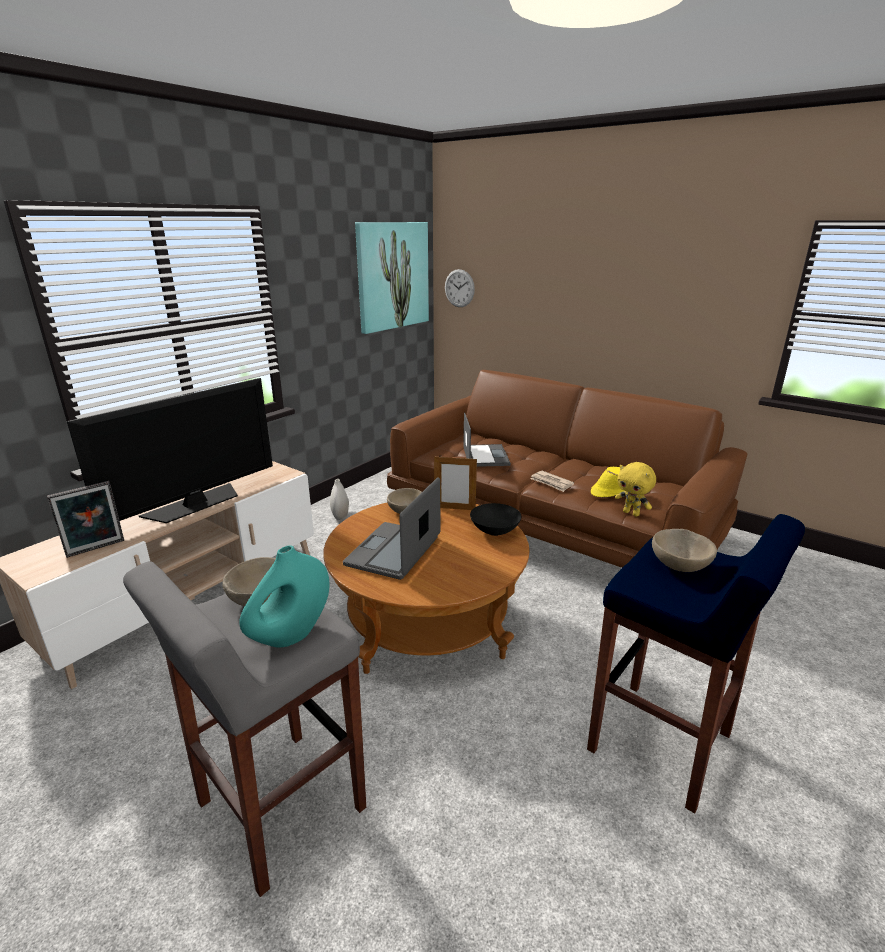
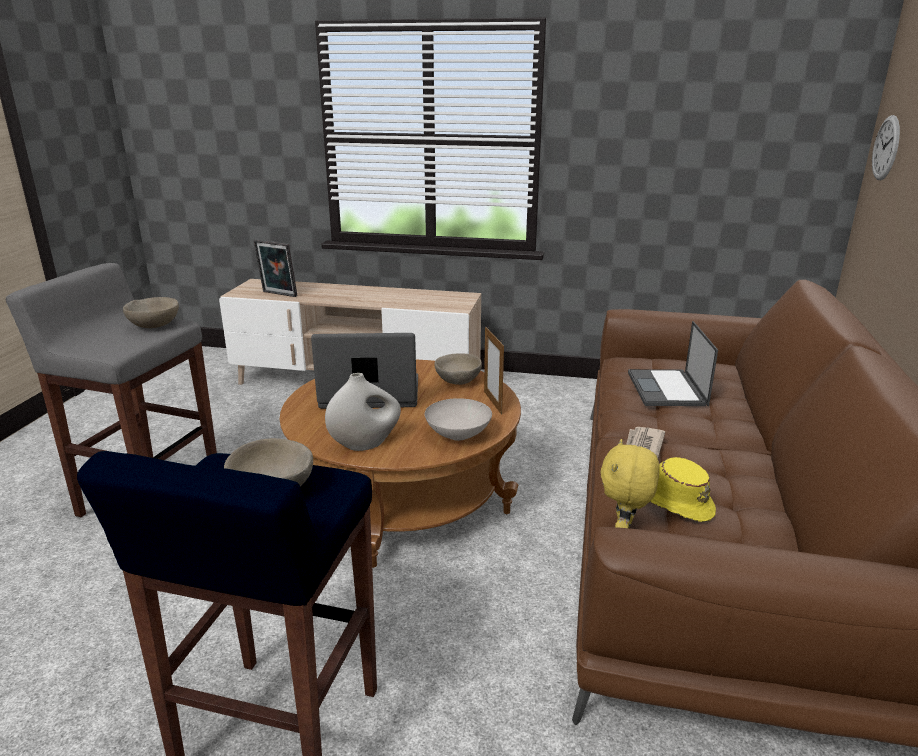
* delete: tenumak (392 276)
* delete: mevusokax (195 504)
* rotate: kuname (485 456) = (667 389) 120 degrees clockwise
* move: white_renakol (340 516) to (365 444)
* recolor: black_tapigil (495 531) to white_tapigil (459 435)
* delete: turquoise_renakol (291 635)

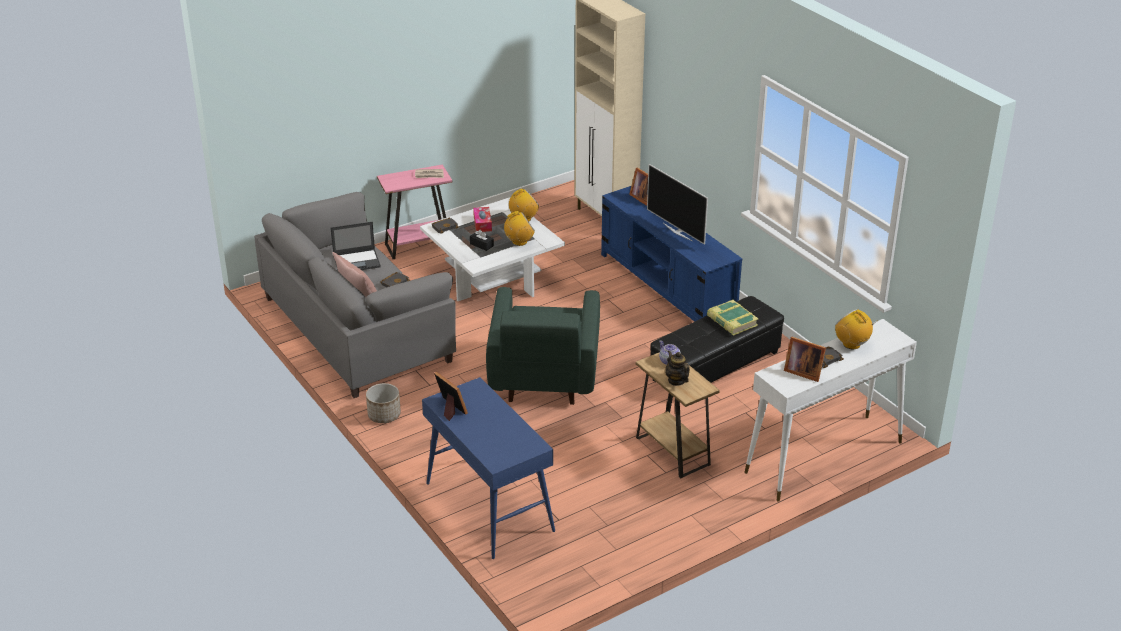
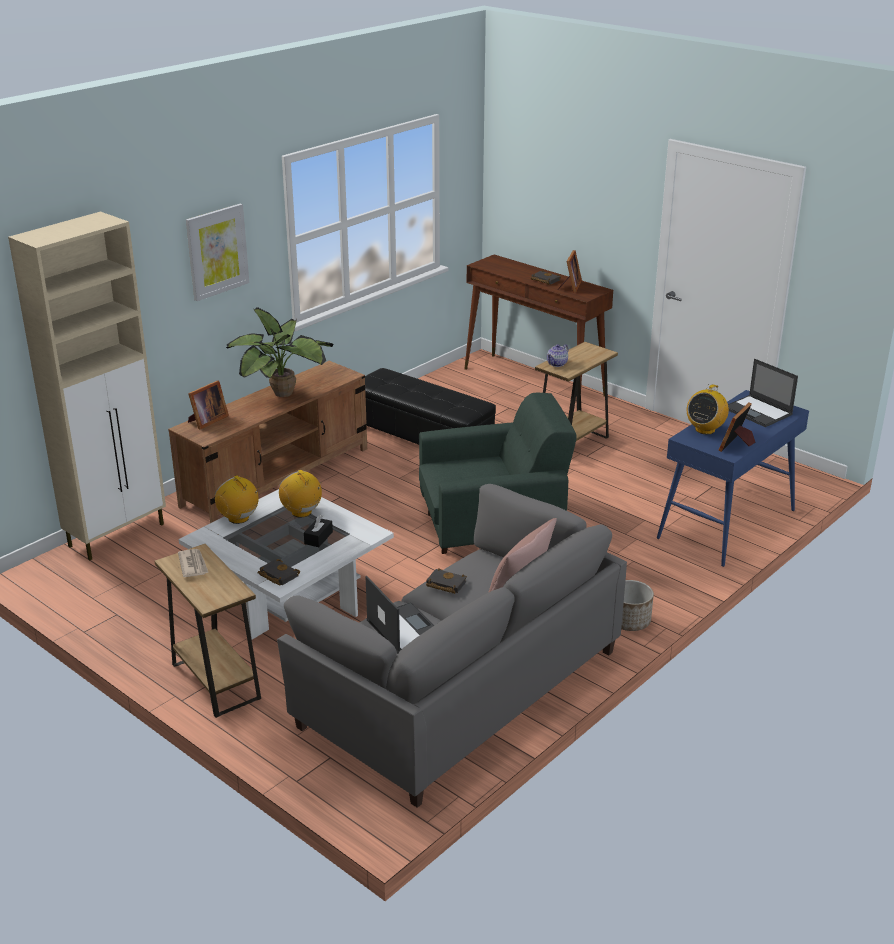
* replace: mevusokax (678 231) to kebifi (283 395)
* recolor: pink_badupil (418 246) to brown_badupil (216 681)
* recolor: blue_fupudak (667 286) to brown_fupudak (277 477)
* delete: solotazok (482 223)
* delete: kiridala (731 321)
* move: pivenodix (852 344) to (705 429)
* recolor: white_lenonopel (823 457) to brown_lenonopel (534 382)
* delete: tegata (676 380)
* insert: tenumak (217 251)
* insert: kuname (758 412)

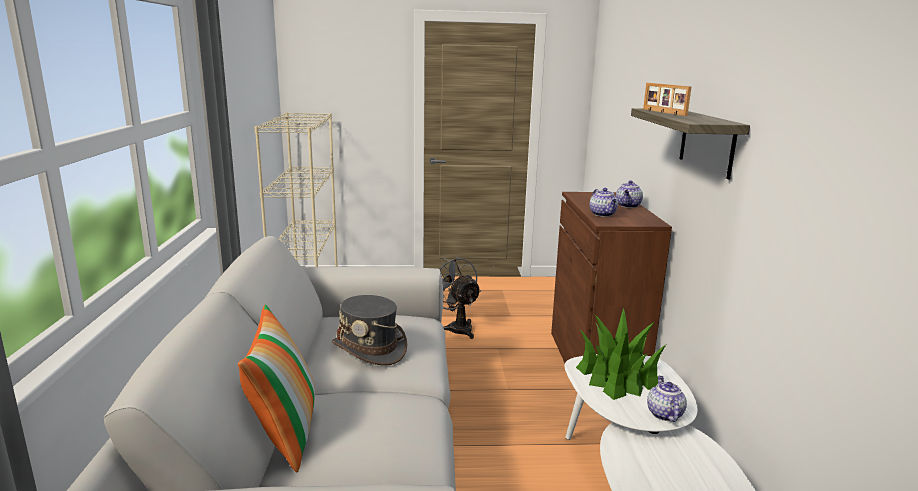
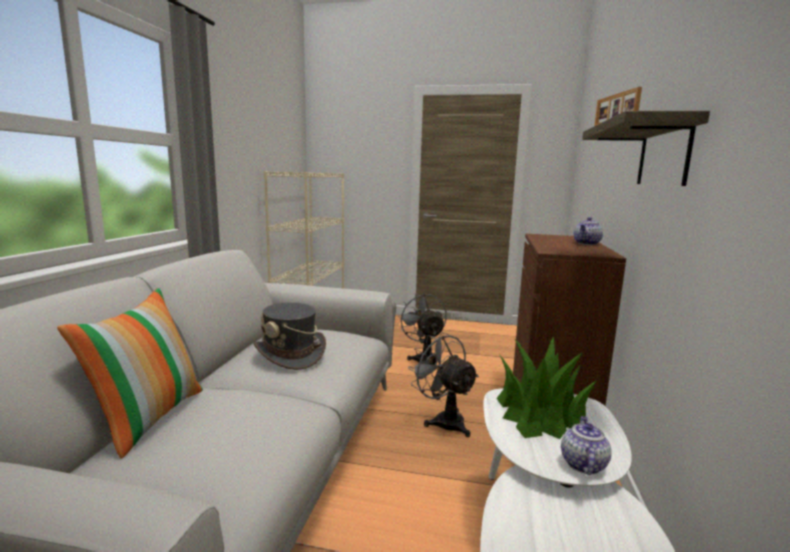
* delete: tegata (603 214)
* insert: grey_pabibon (443 420)

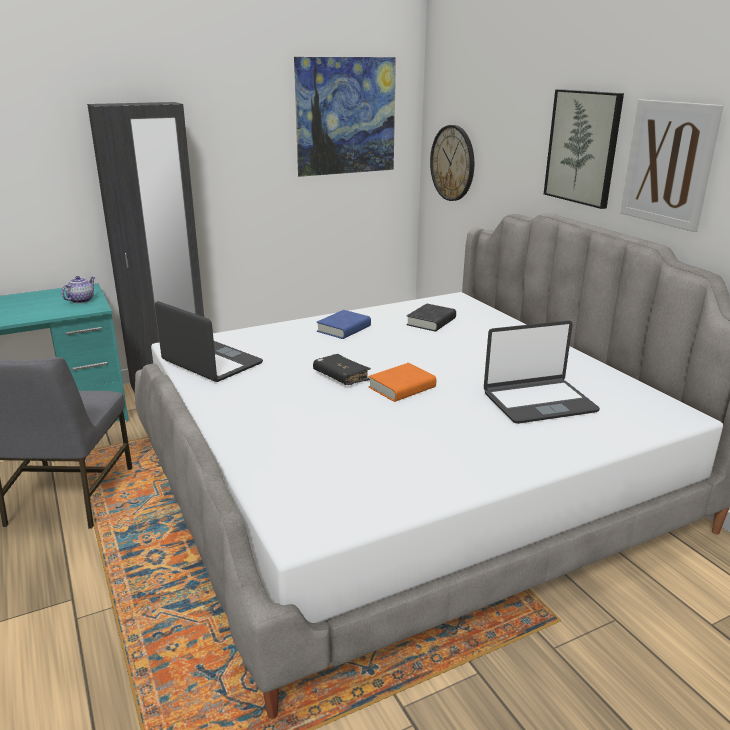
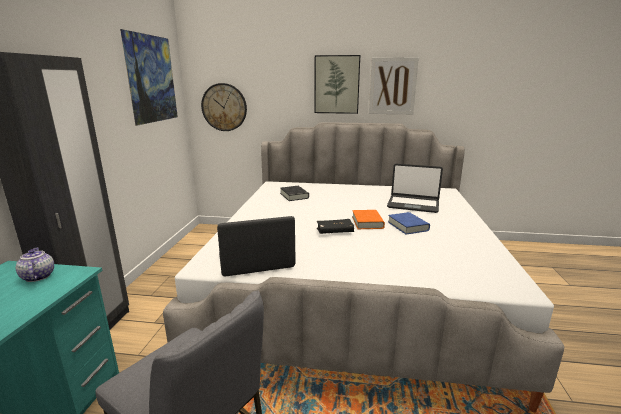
* move: blue_kiridala (344 329) to (408 226)
* rotate: kuname (538 402) = (413 204) 90 degrees clockwise

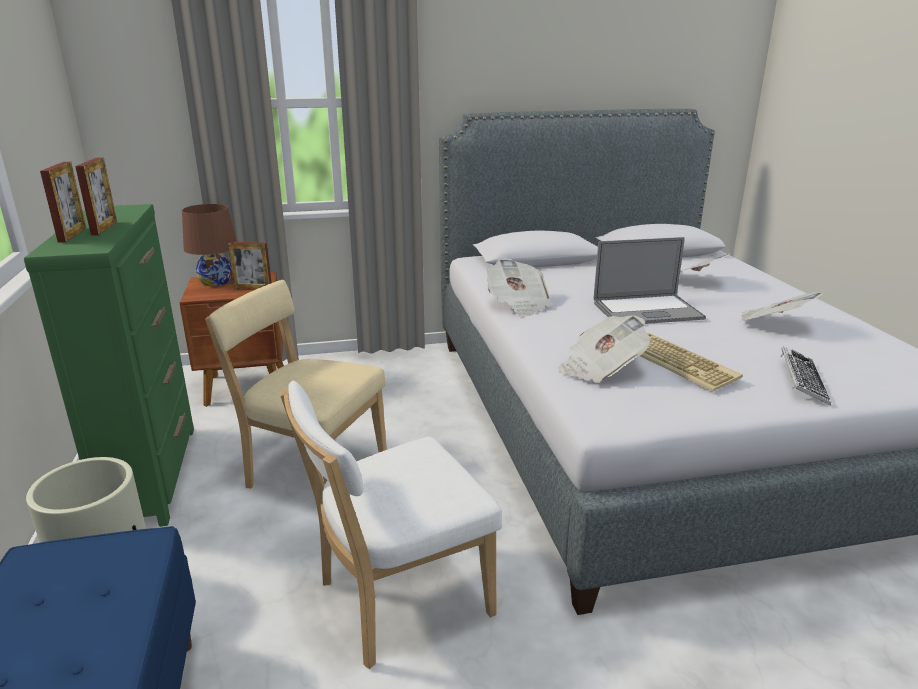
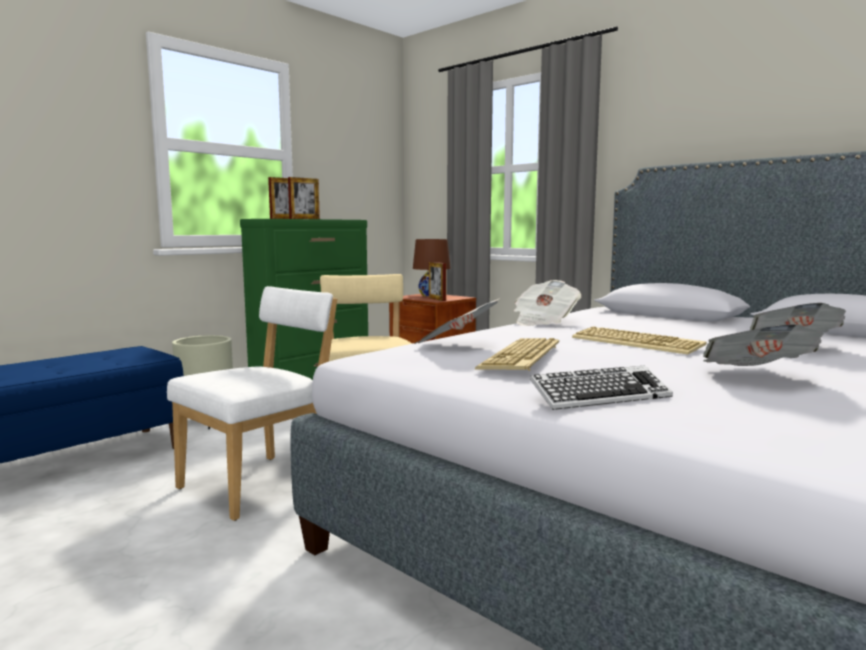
* replace: kuname (647 311) to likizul (638 342)
* rotate: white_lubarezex (397 601) = (261 483) 105 degrees clockwise

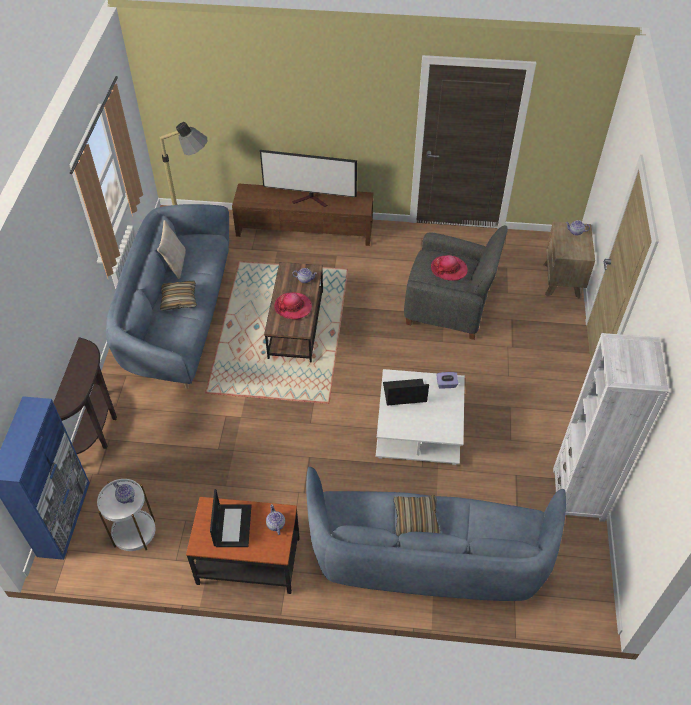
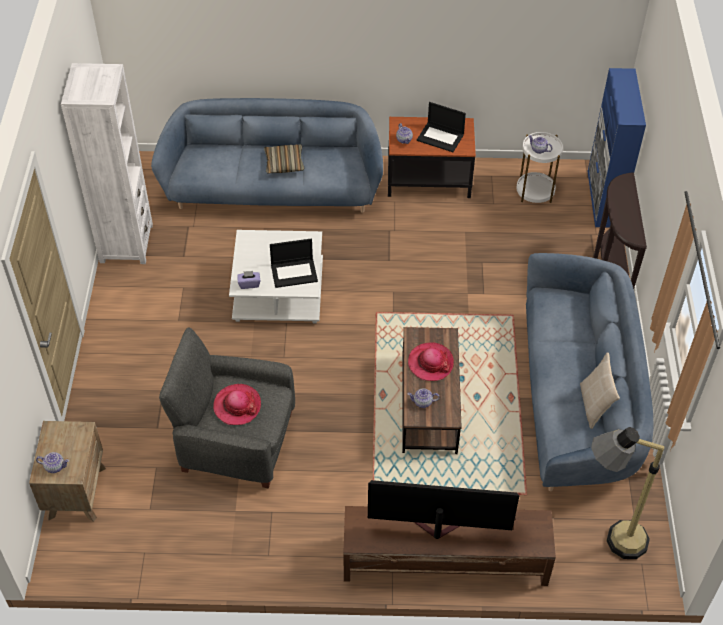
* delete: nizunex (179 299)
* rotate: kuname (232 525) = (441 137) 60 degrees counterclockwise

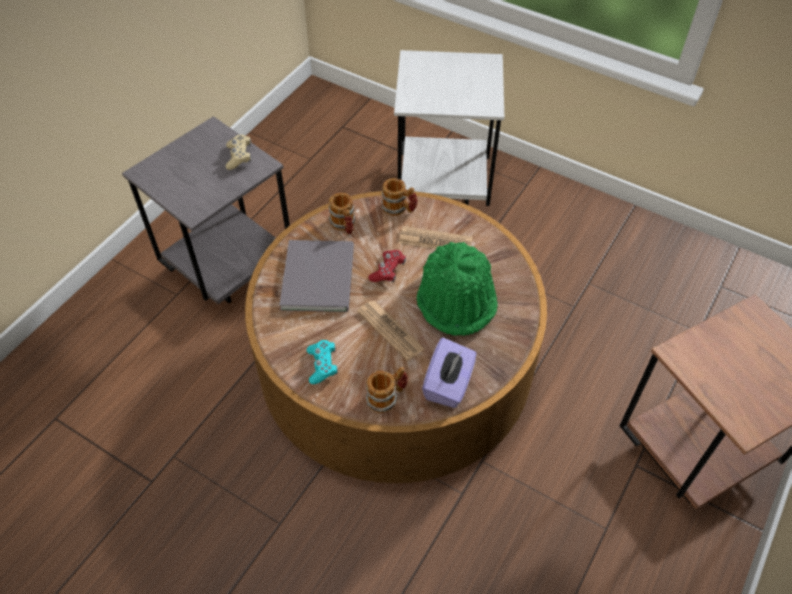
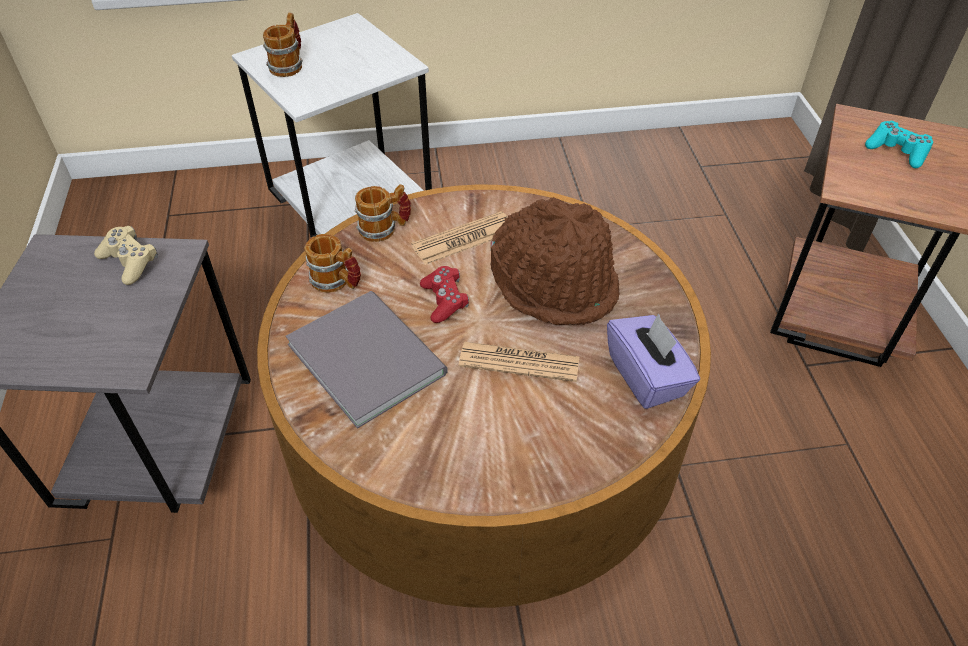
* recolor: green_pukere (457 299) to brown_pukere (554 284)
* move: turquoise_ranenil (322 365) to (897 151)
* move: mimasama (387 397) to (289 65)

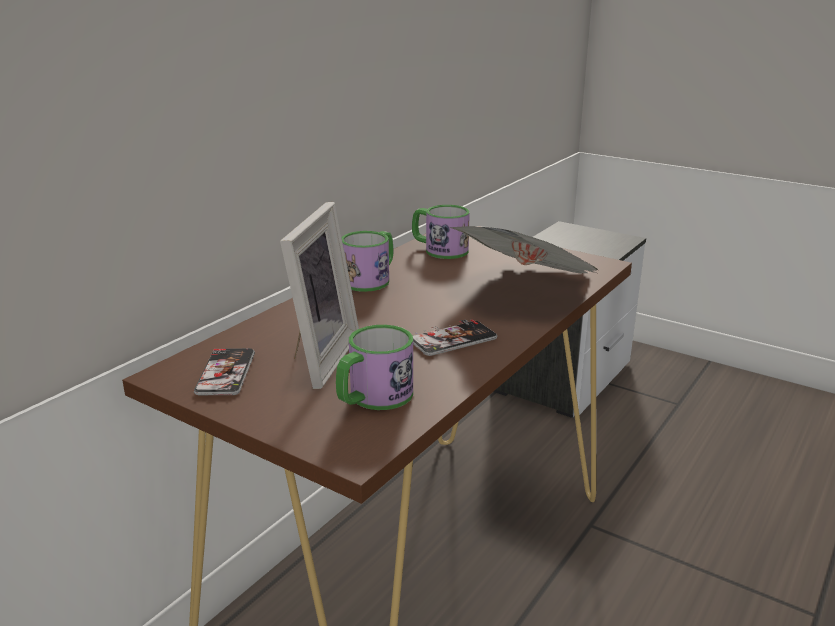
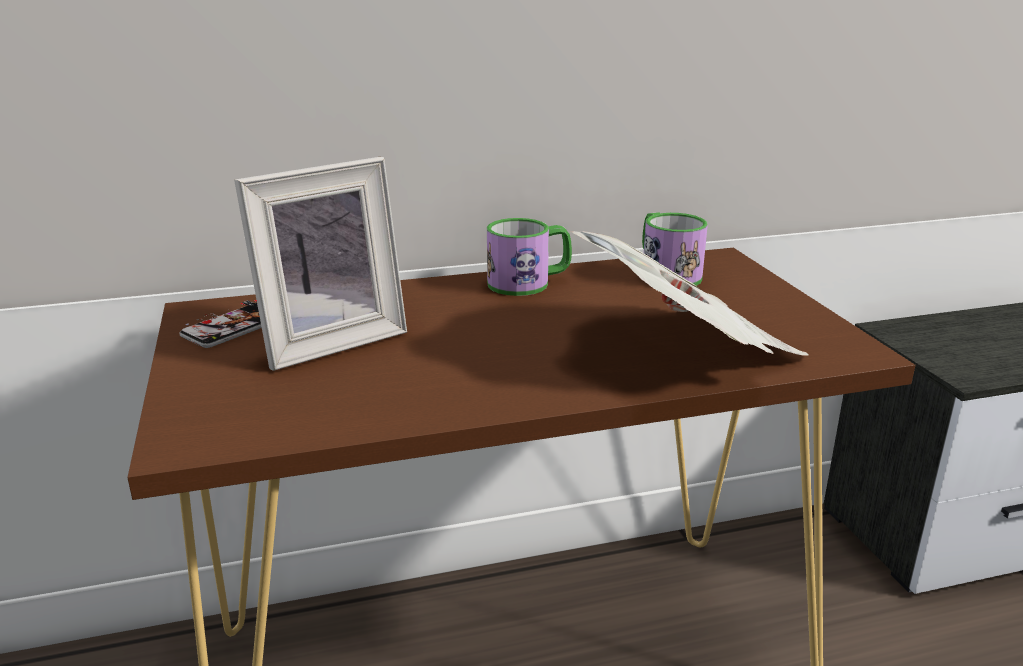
* delete: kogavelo (453 340)
* delete: mimasama (373 398)

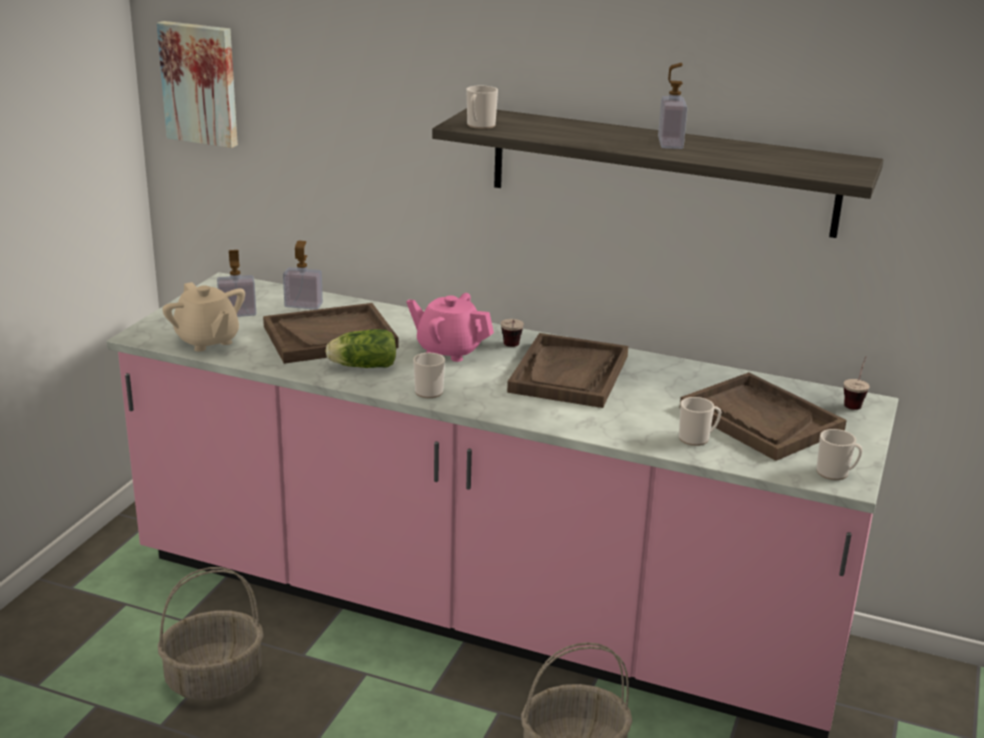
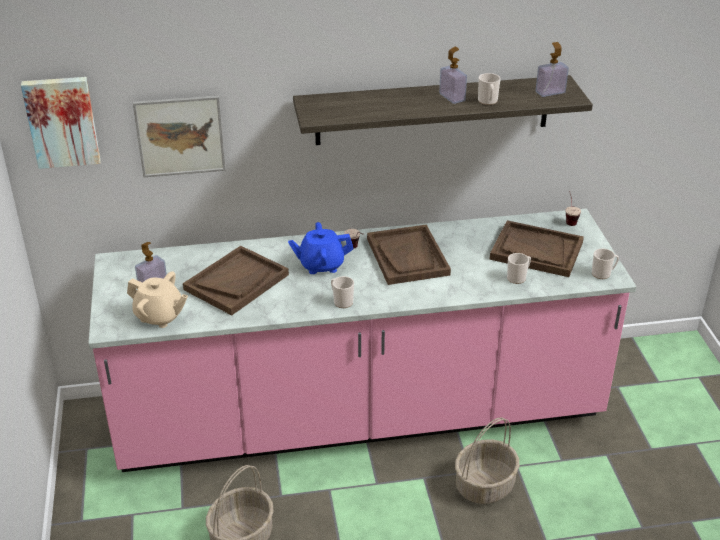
* move: mimasama (479 126) to (488 101)
* move: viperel (303 305) to (550 92)
* recolor: pink_tegata (449 350) to blue_tegata (321 265)
* delete: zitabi (361 366)
* insert: tenumak (180 136)

